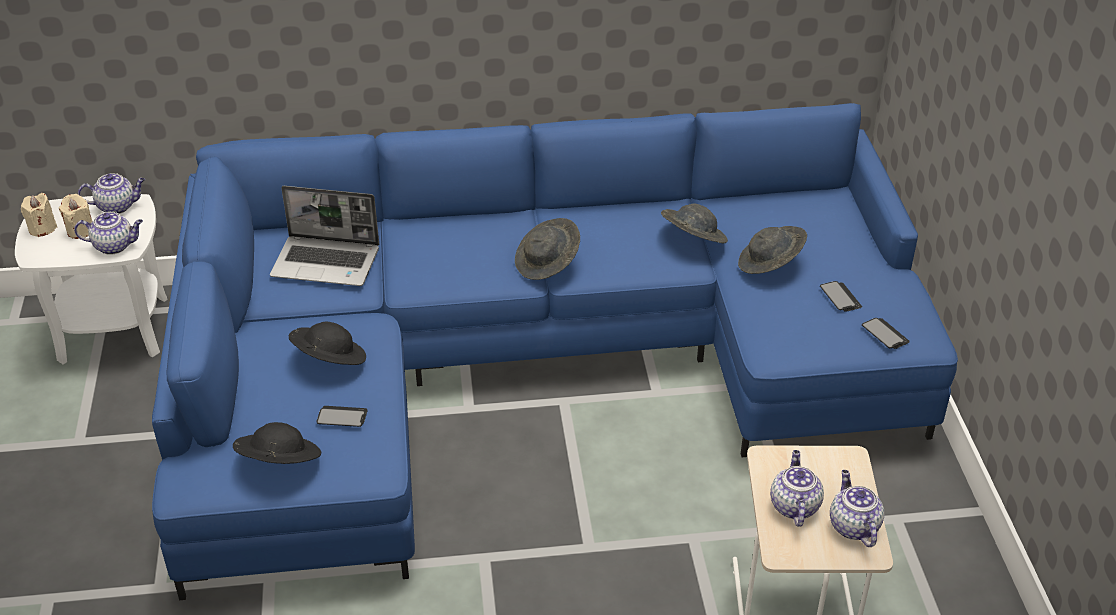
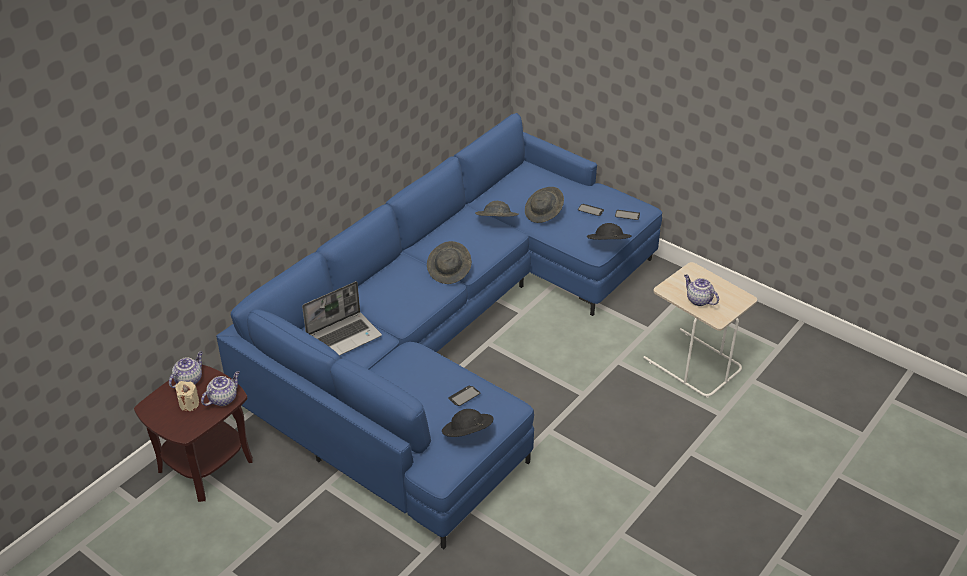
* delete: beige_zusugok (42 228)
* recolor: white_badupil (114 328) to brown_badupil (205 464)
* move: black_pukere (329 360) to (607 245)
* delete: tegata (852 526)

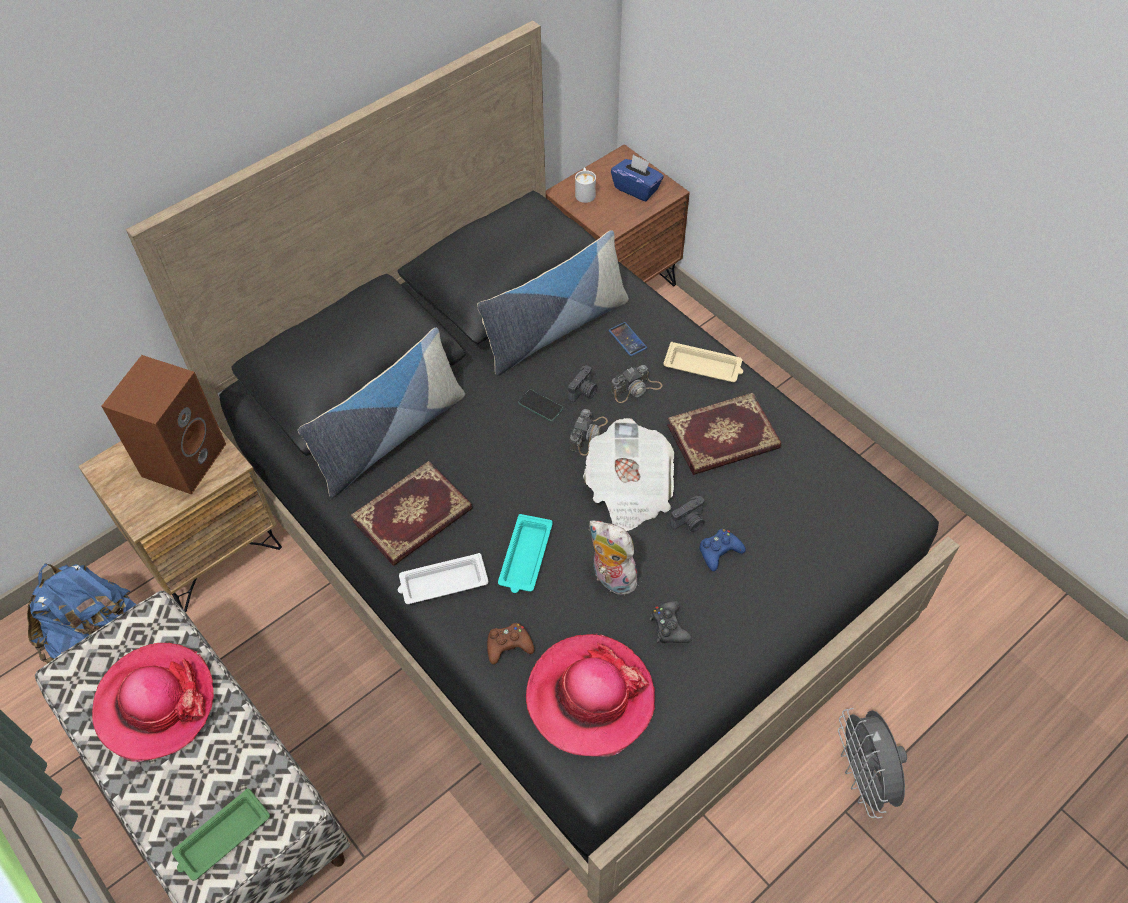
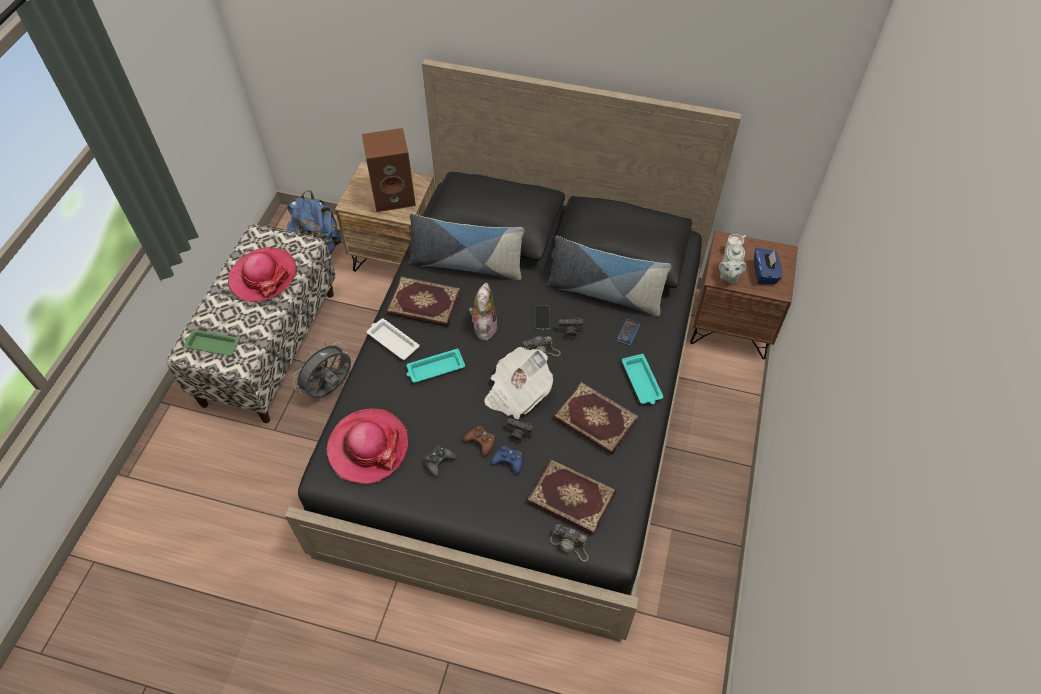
* recolor: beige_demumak (704 367) to turquoise_demumak (642 382)
* move: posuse (636 389) to (570 545)
* move: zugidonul (611 578) to (483 327)
* move: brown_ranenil (509 645) to (481 442)
* move: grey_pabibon (863 778) to (330 389)
* insert: grey_tegata (728 276)
* insert: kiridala (572 497)

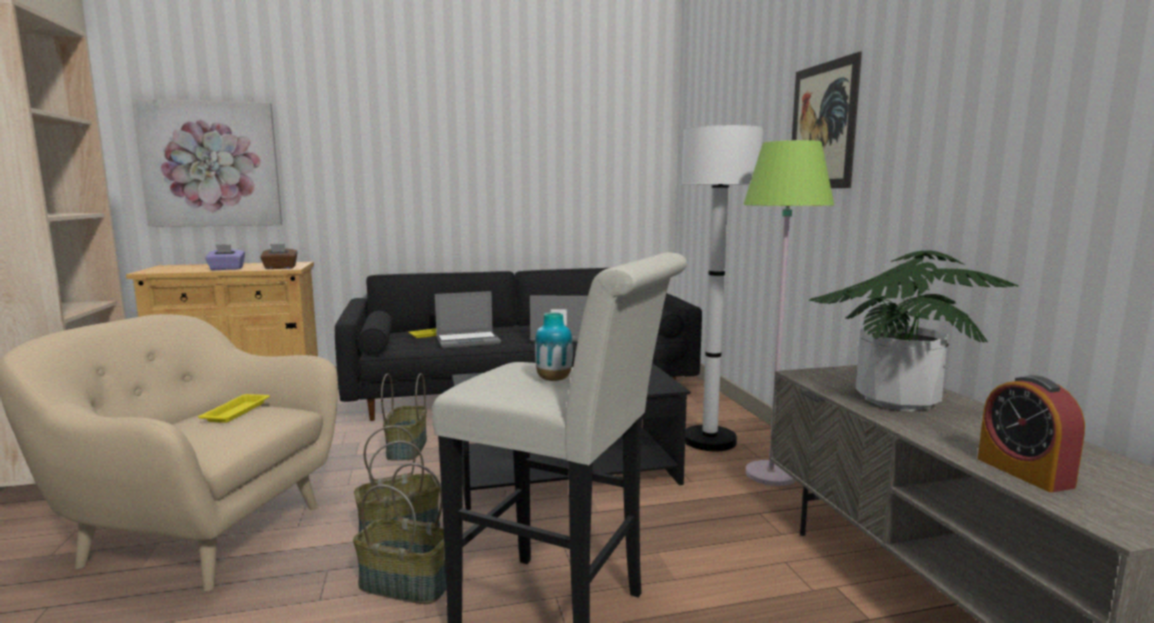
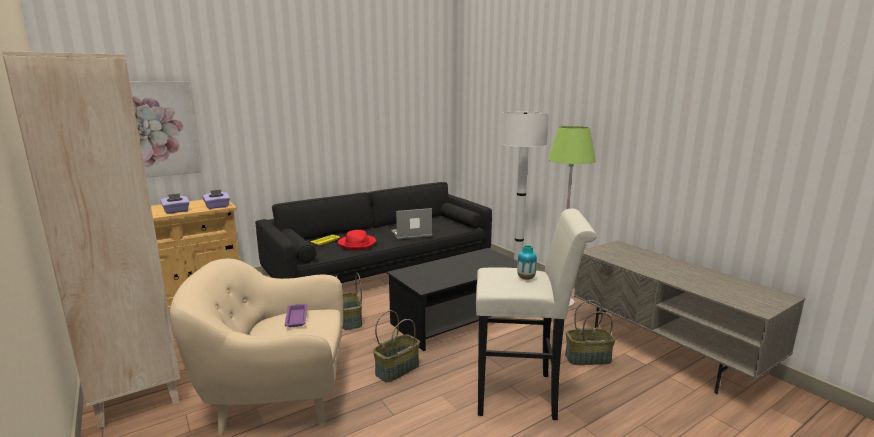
* delete: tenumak (822 126)
* recolor: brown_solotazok (280 268) to purple_solotazok (217 207)
* delete: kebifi (896 401)
* replace: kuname (468 341) to red_pukere (357 244)
* delete: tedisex (1024 472)
* recolor: yellow_demumak (237 411) to purple_demumak (296 317)
* move: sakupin (403 585) to (587 359)

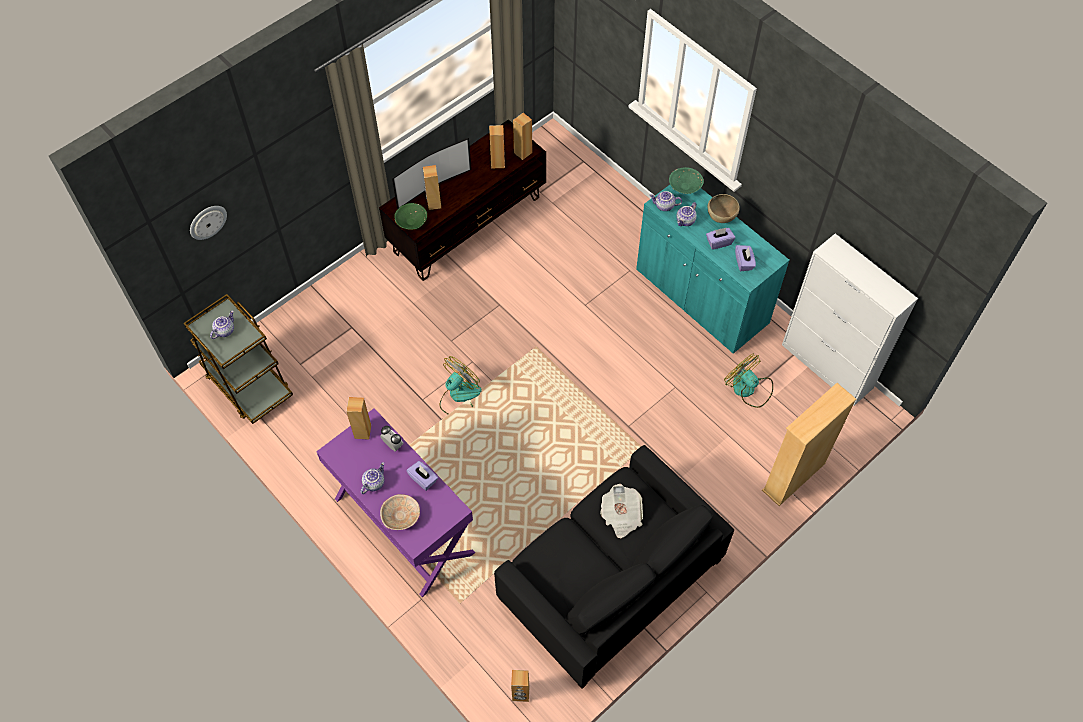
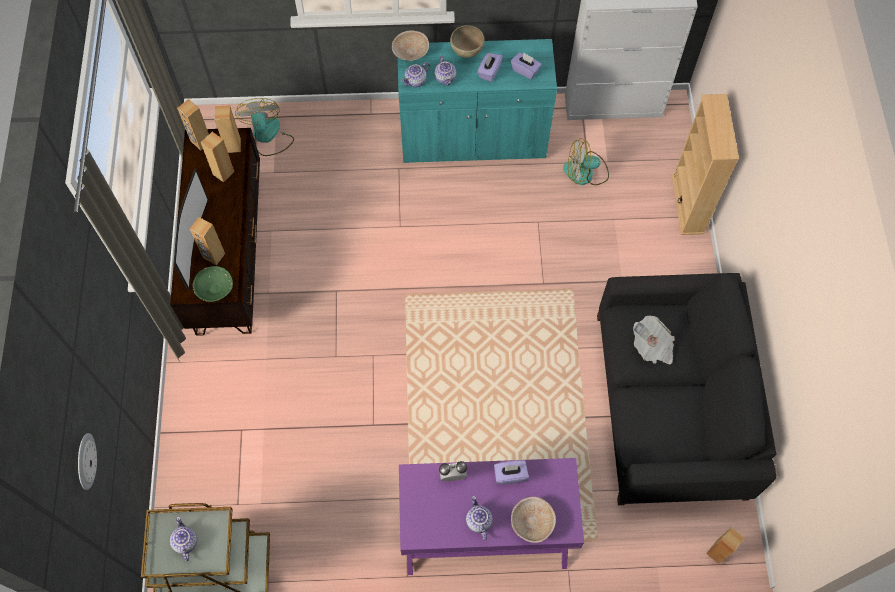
* recolor: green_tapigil (684 186) to beige_tapigil (410 52)
* move: pabibon (459 397) to (268 137)
* move: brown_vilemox (362 431) to (200 141)

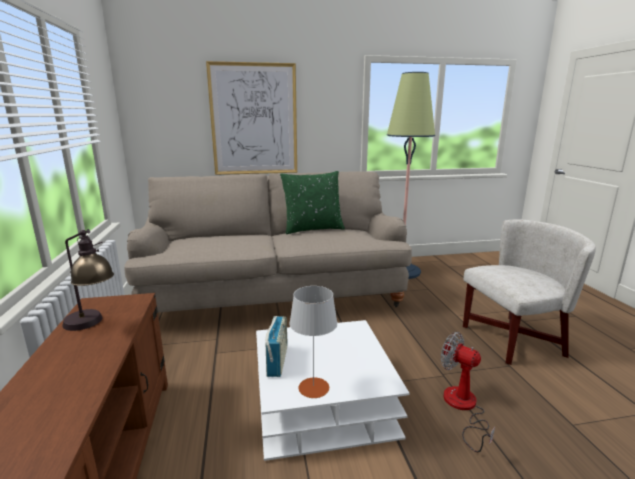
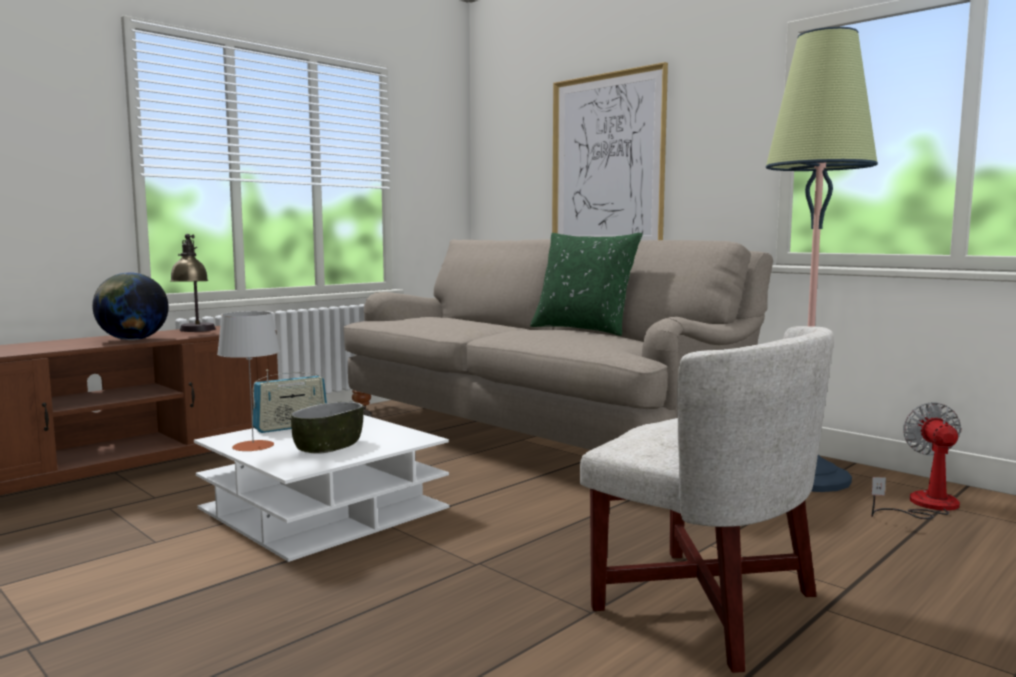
* move: pabibon (463 408) to (924 505)
* insert: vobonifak (132 340)
* insert: tapigil (328 446)

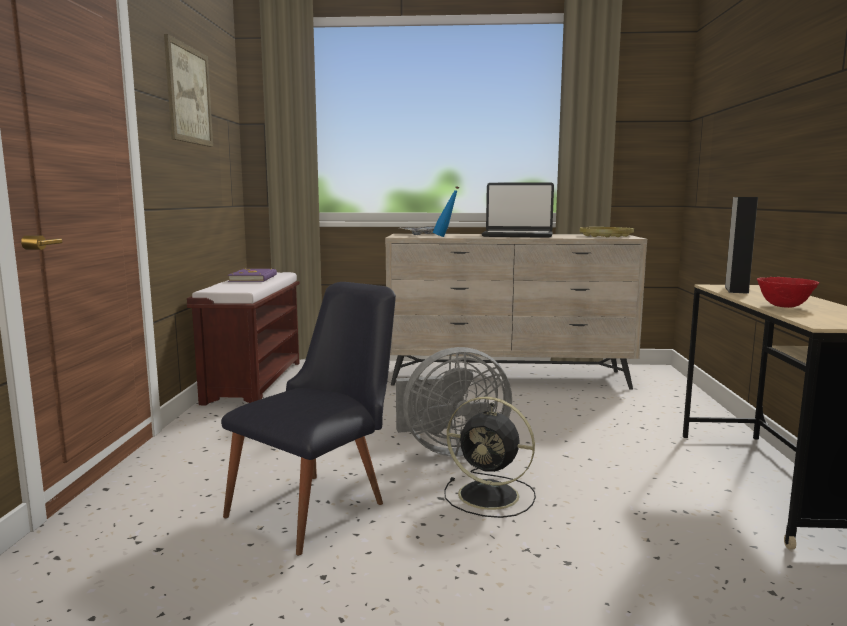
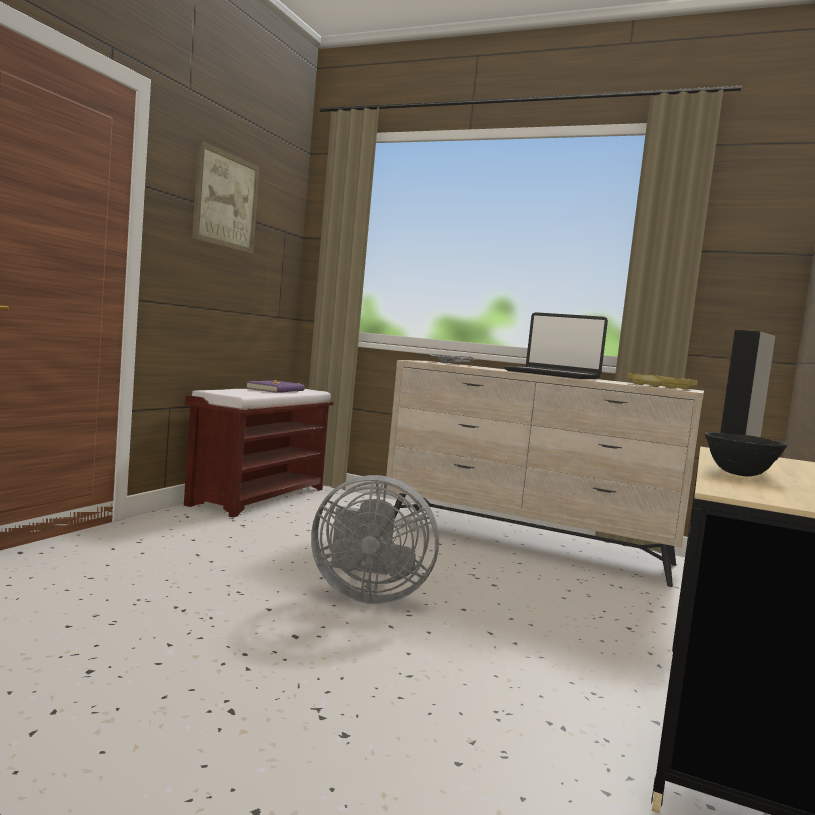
* delete: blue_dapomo (445 237)
* recolor: red_tapigil (784 306) to black_tapigil (740 475)
* delete: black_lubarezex (319 505)
* delete: black_pabibon (491 496)

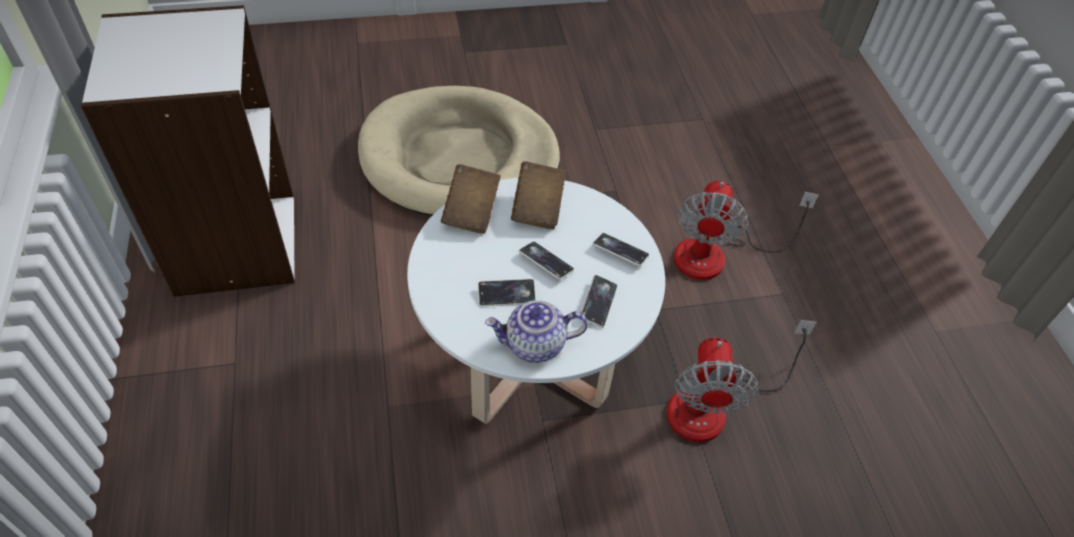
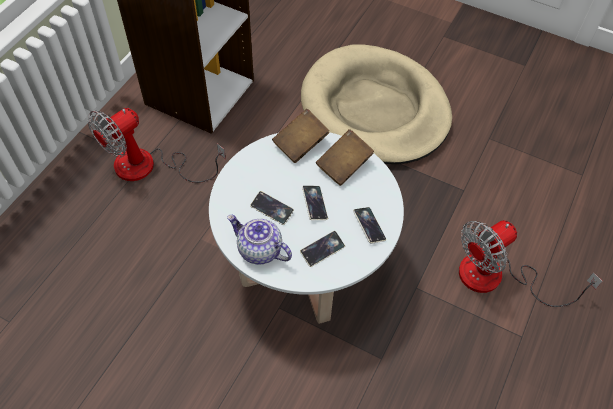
* move: pabibon (713 405) to (149 167)

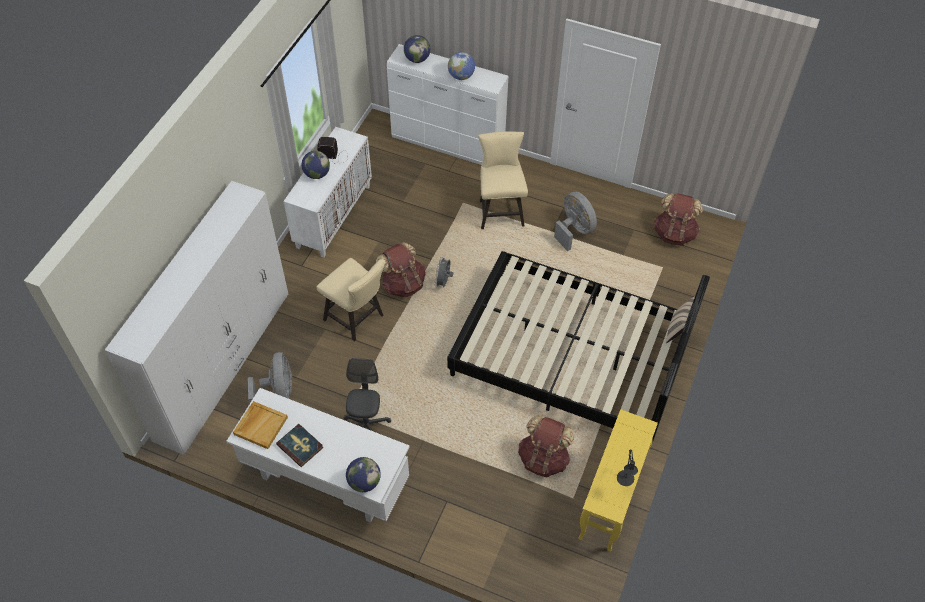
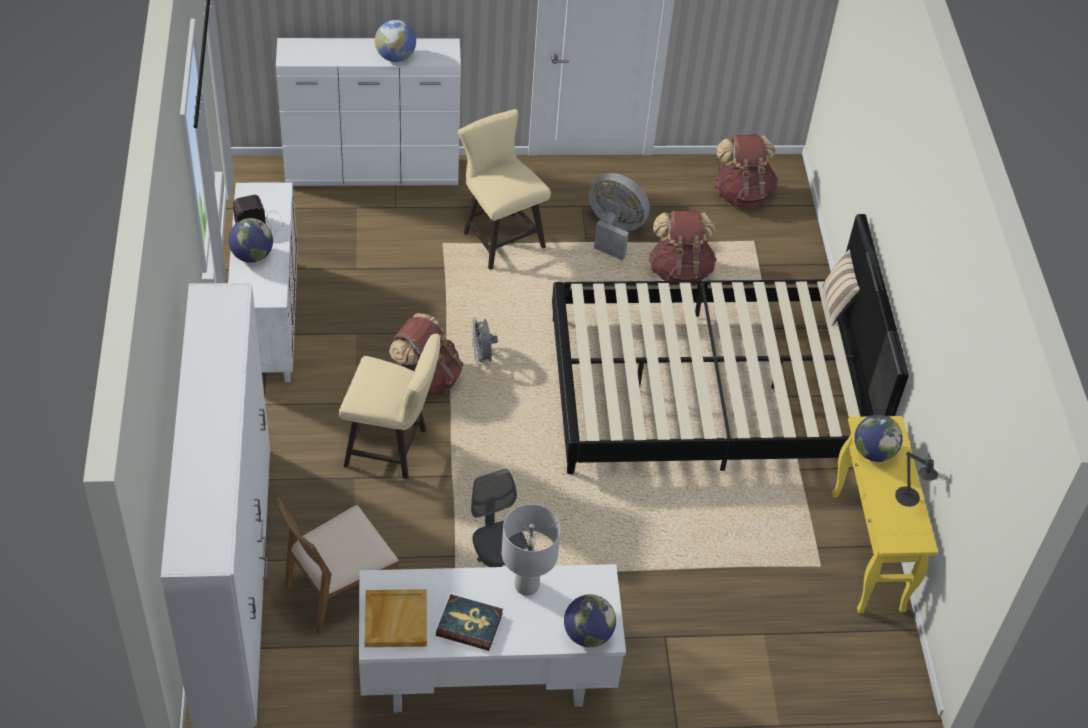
* move: vobonifak (417 59) to (873 452)
* replace: grey_pabibon (278 392) to brown_lubarezex (340 588)
* move: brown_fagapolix (543 459) to (679 271)
* insert: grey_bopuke (526 586)

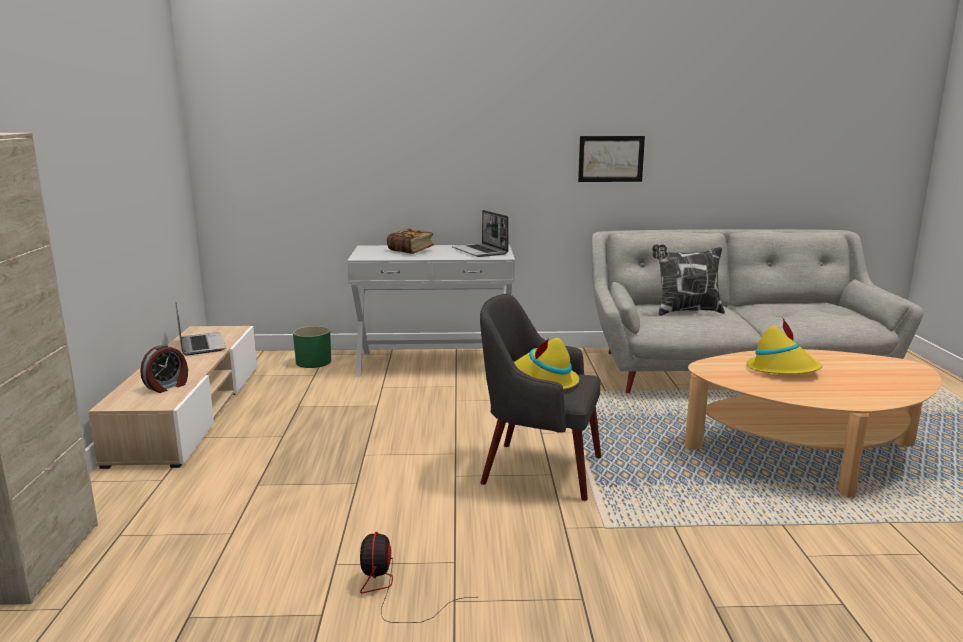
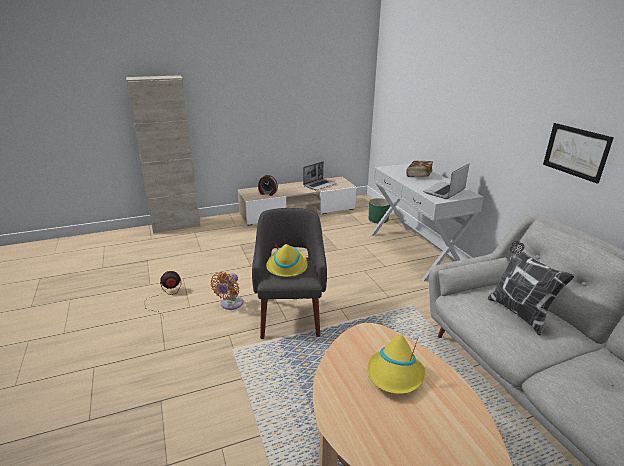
* insert: orange_pabibon (230 304)

